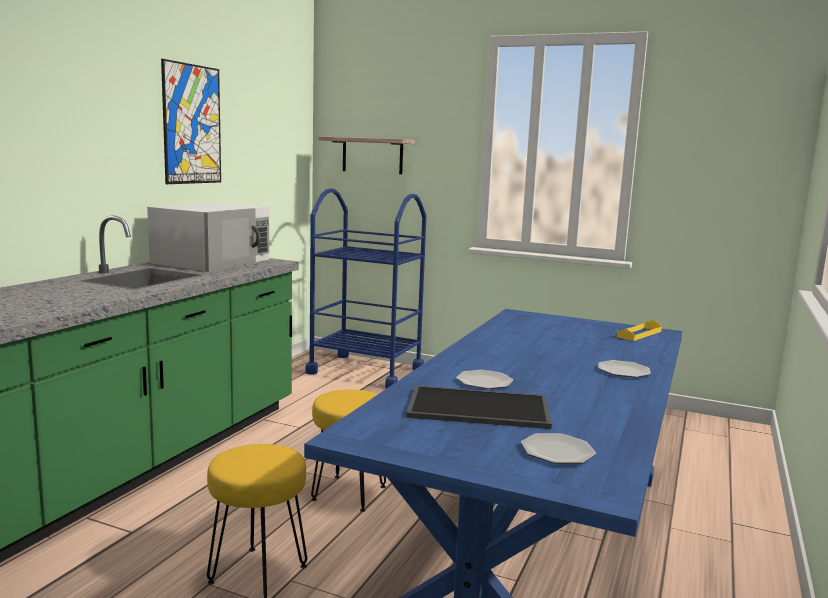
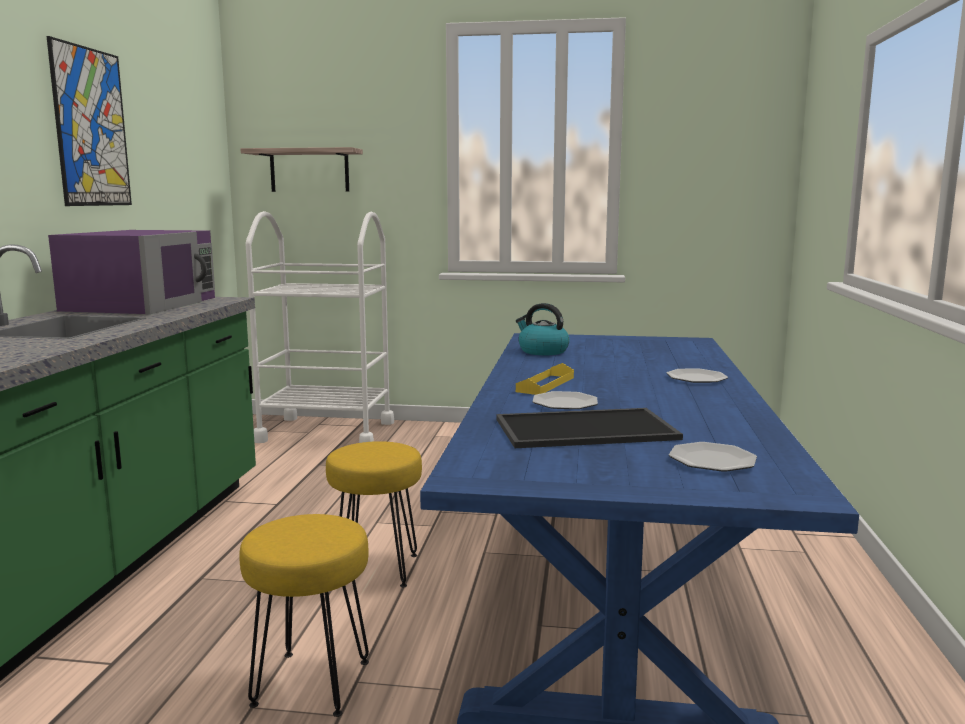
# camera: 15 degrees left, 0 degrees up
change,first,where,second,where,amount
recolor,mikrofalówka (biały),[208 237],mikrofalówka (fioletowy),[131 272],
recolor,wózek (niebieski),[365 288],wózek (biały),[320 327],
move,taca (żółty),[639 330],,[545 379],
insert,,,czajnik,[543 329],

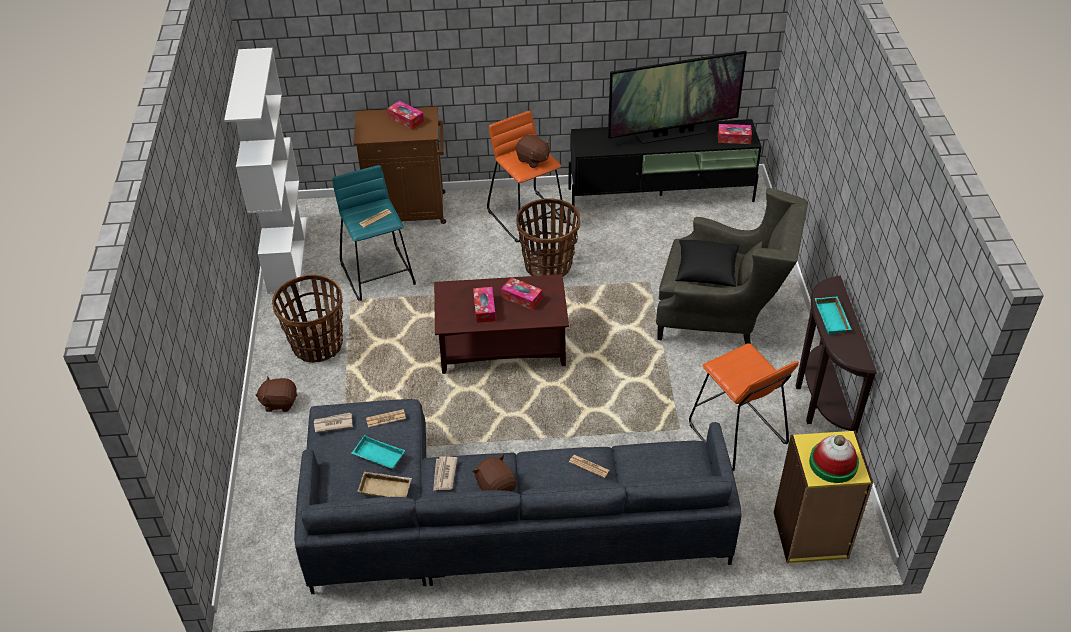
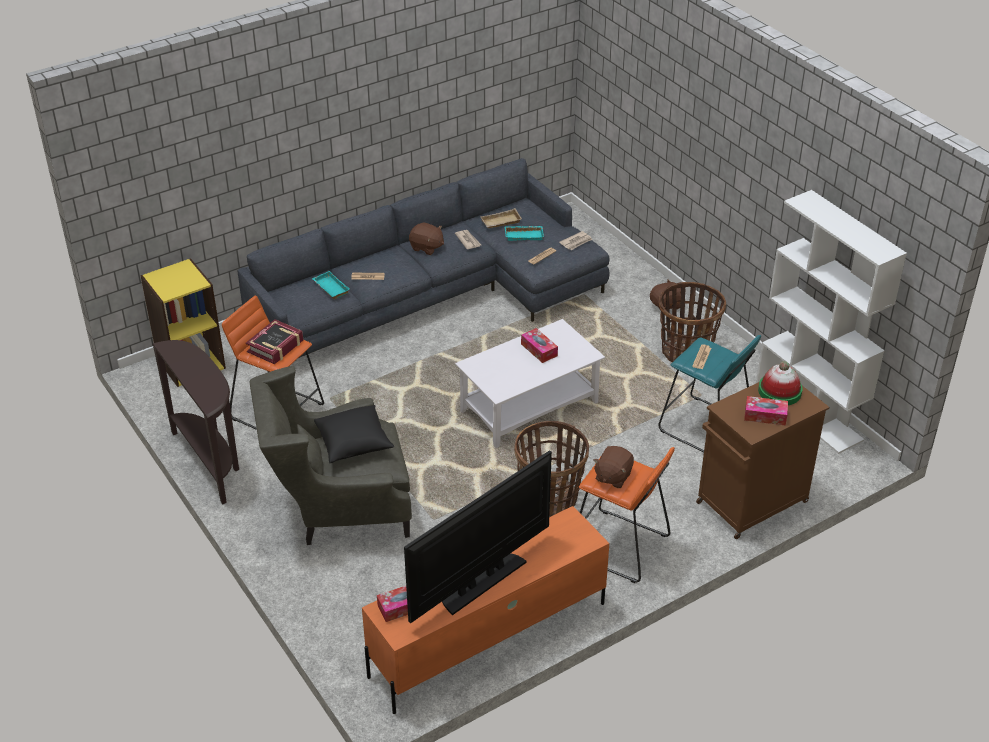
# camera: 150 degrees right, 5 degrees down
change,first,where,second,where,amount
recolor,ława (brązowy),[501 324],ława (biały),[530 383],
delete,pudełko chusteczek,[521 293],,,
rotate,pluszak (brązowy),[532 151],,[613 467],75 degrees counterclockwise
recolor,szafka pod telewizor (czarny),[665 166],szafka pod telewizor (pomarańczowy),[485 610],
move,kapelusz,[834 459],,[780 383],
move,taca (turkusowy),[833 315],,[331 285],
insert,,,książka,[274 341],

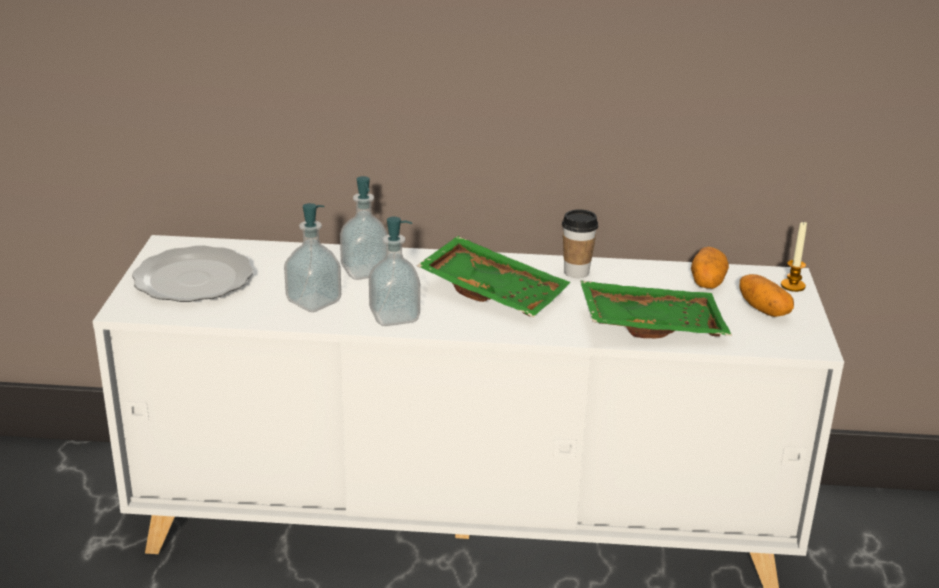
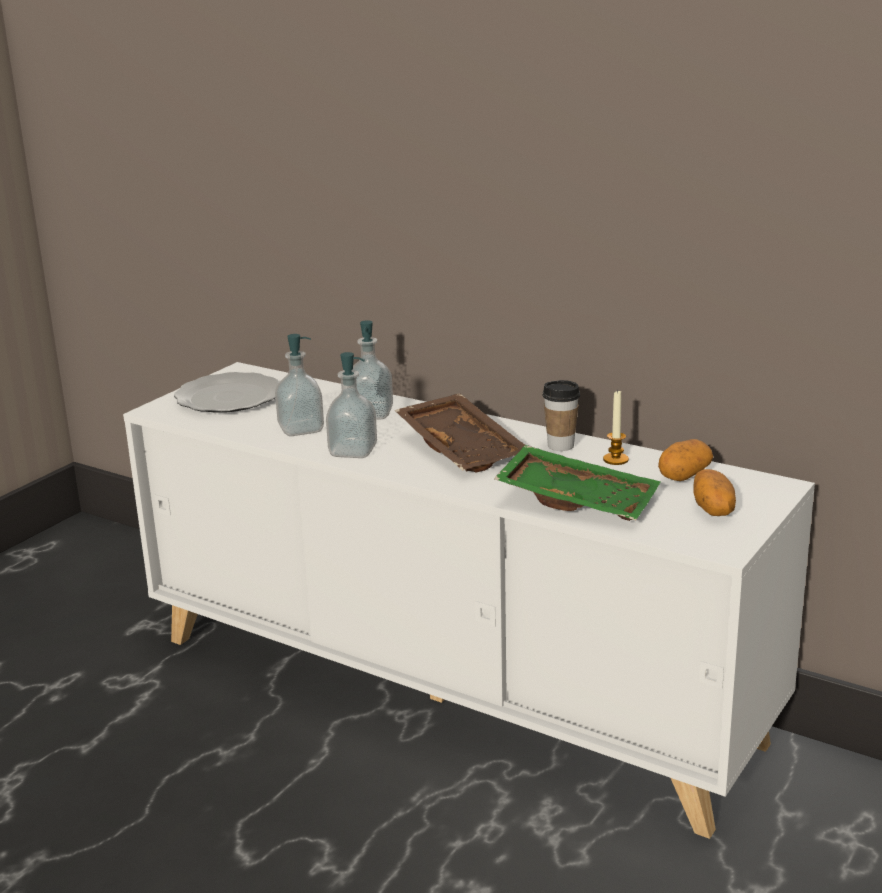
# camera: 30 degrees right, 5 degrees down
change,first,where,second,where,amount
recolor,taca (zielony),[494 276],taca (brązowy),[459 433],
move,świeca,[794 257],,[616 427],

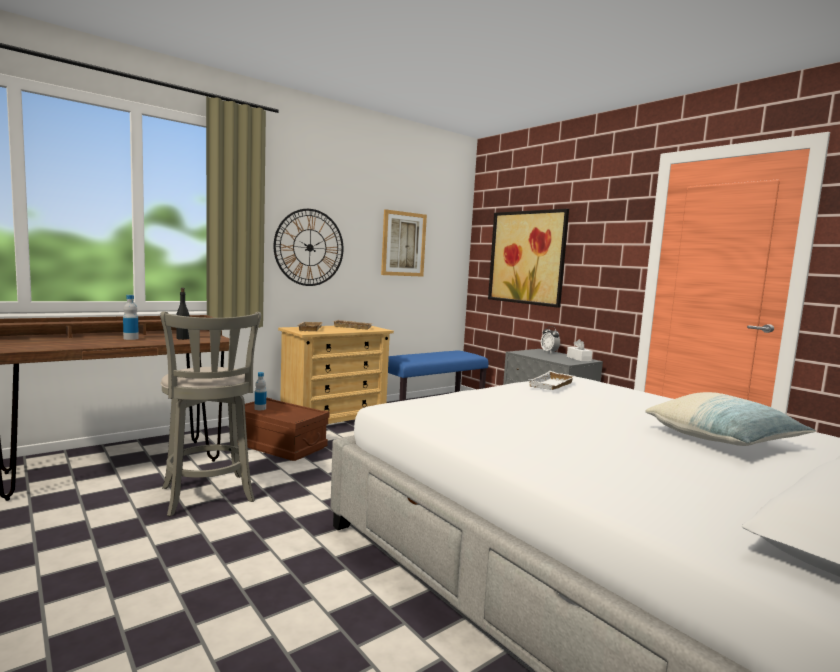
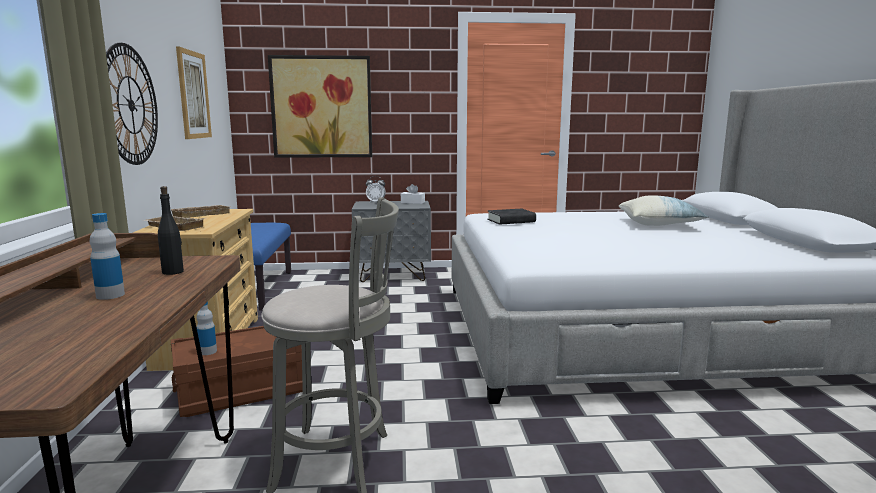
# camera: 55 degrees left, 5 degrees up
change,first,where,second,where,amount
replace,taca (biały),[552 380],książka (czarny),[511 216],

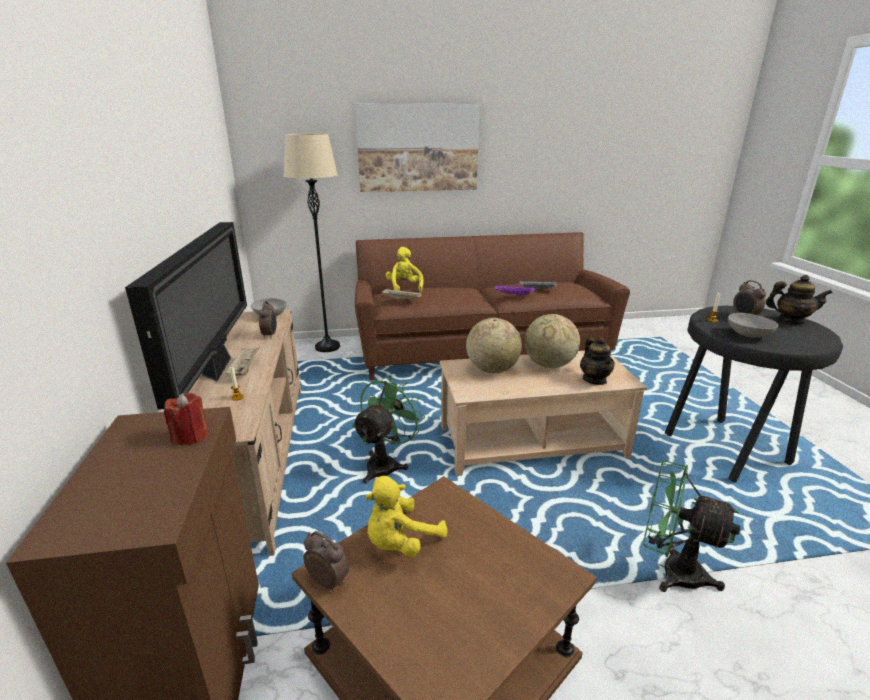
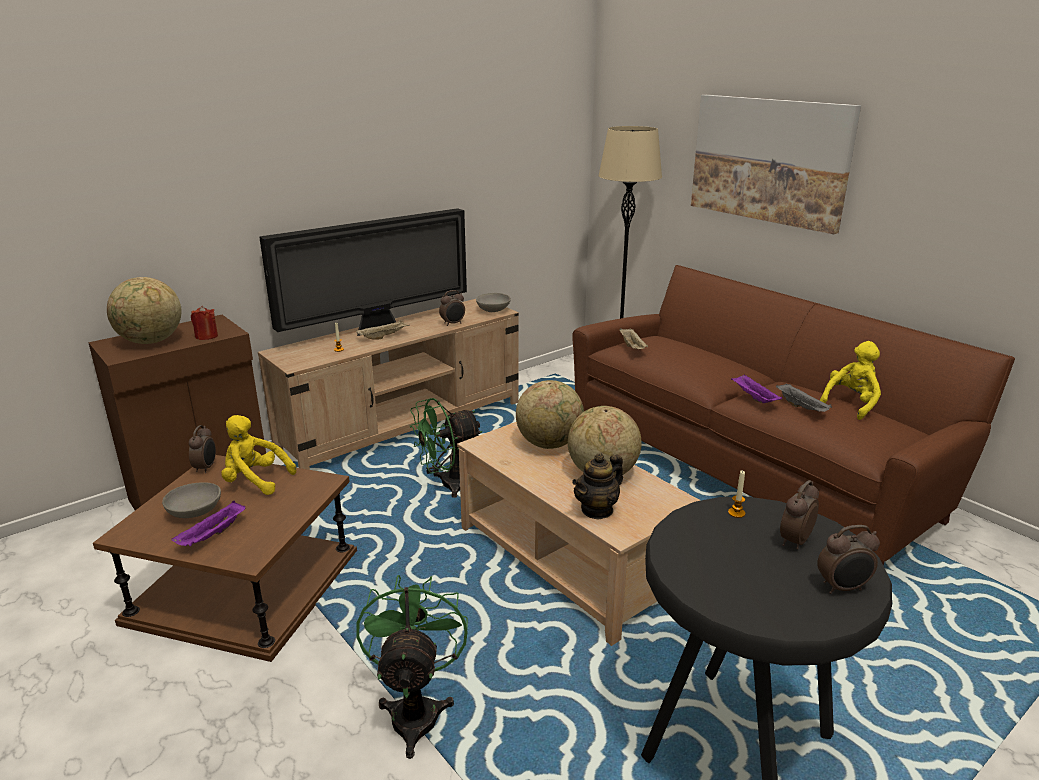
# camera: 60 degrees right, 0 degrees up
change,first,where,second,where,amount
rotate,wentylator (zielony),[388 429],,[446 448],150 degrees clockwise
move,pluszak (żółty),[404 269],,[850 380],
move,miska (szary),[753 325],,[191 500],
replace,imbryk,[799 299],budzik,[848 559],
insert,,,globus,[144 310],
insert,,,taca (fioletowy),[208 523],

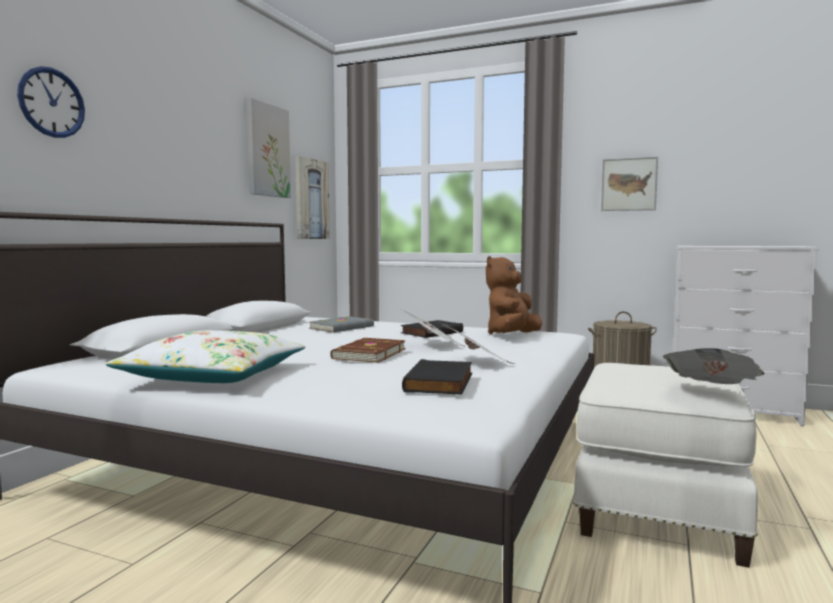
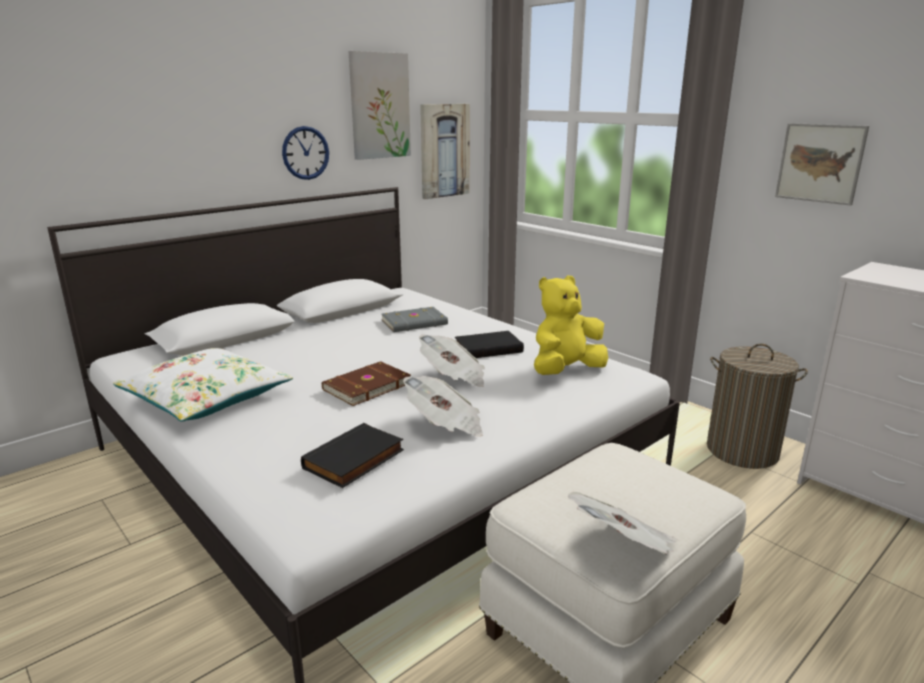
# camera: 25 degrees right, 15 degrees up
change,first,where,second,where,amount
move,zegar ścienny,[51 102],,[305 153],
recolor,pluszak (brązowy),[514 295],pluszak (żółty),[571 325],

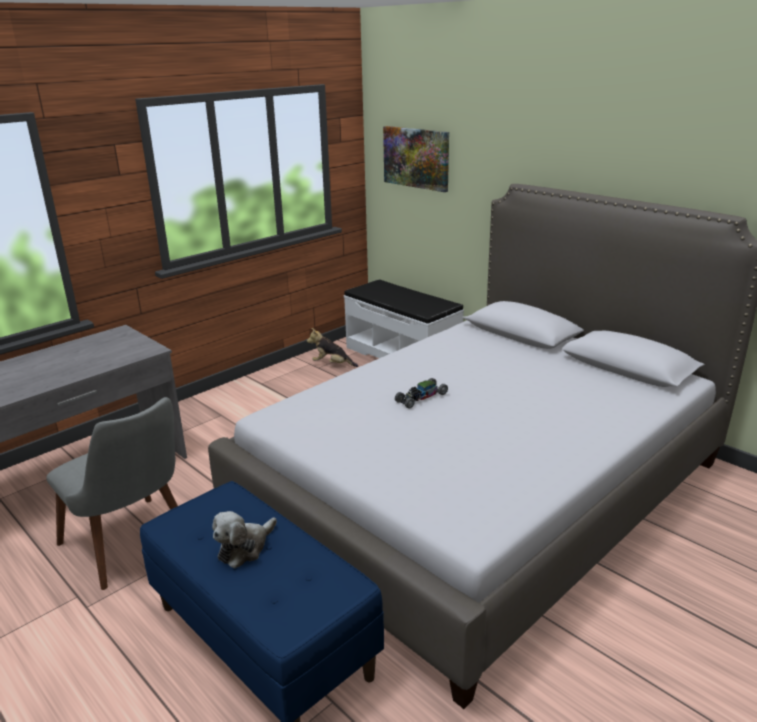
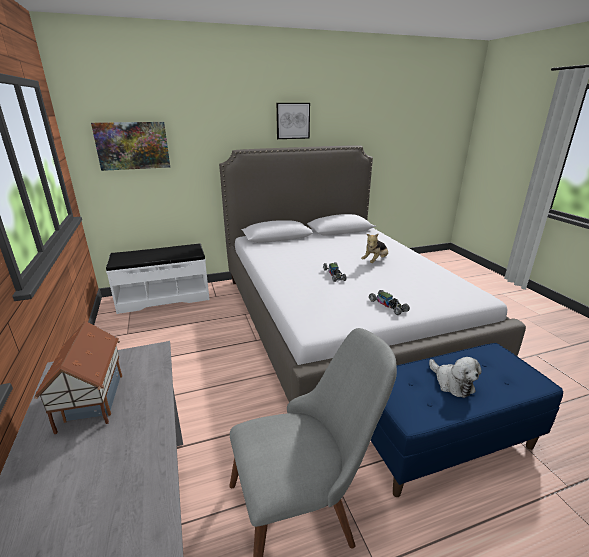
# camera: 65 degrees left, 0 degrees up
change,first,where,second,where,amount
move,pluszak,[332 347],,[374 248],
insert,,,domek,[78 377],
insert,,,obraz,[293 121],
insert,,,samochodzik,[389 302],

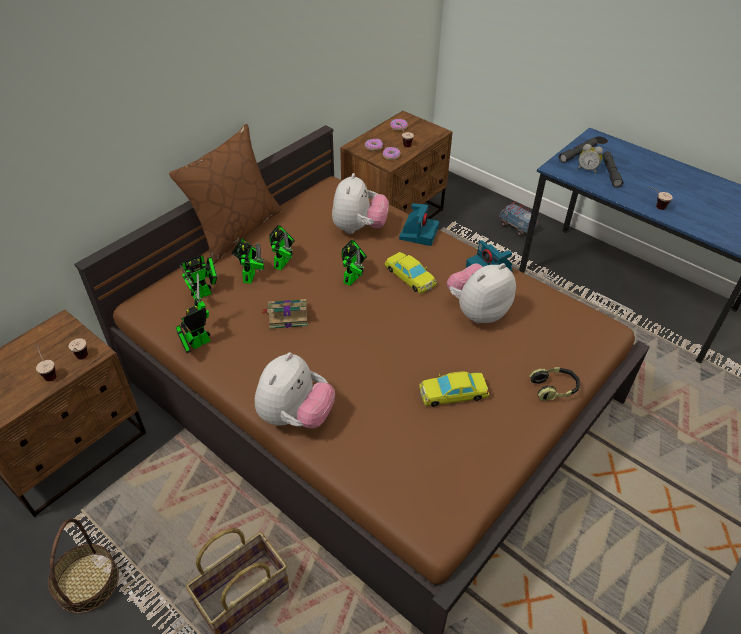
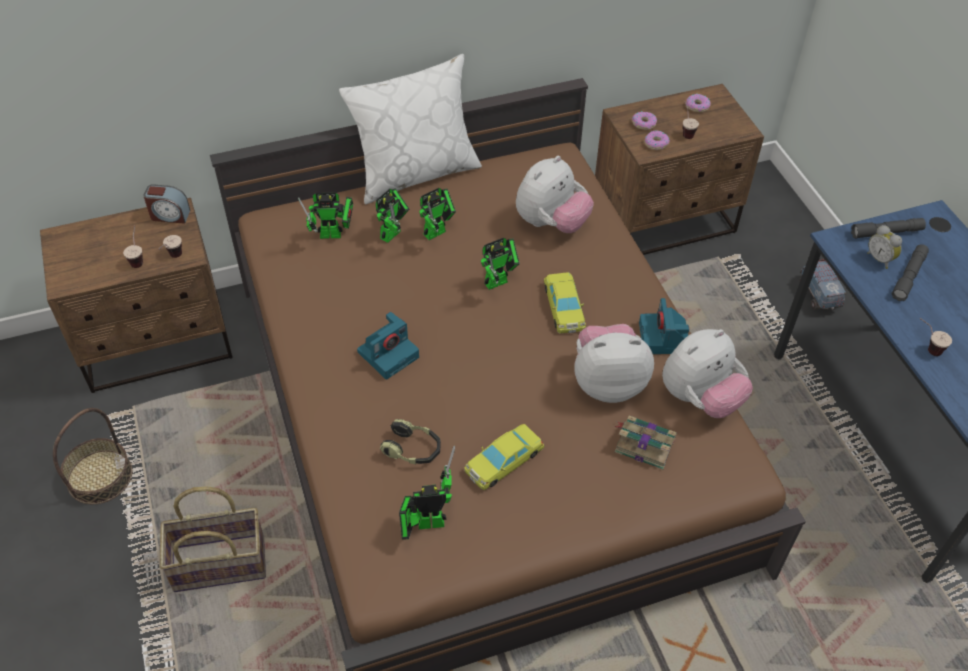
# camera: 30 degrees right, 5 degrees up
change,first,where,second,where,amount
recolor,poduszka (brązowy),[225 194],poduszka (biały),[410 129],
move,robot zabawkowy,[193 313],,[427 493],
move,pluszak,[295 390],,[707 373],
move,książka,[285 314],,[646 443],
move,aparat fotograficzny,[419 224],,[388 346],
rotate,samochodzik (żółty),[454 389],,[504 457],60 degrees counterclockwise
move,słuchawki,[555 384],,[410 441],
insert,,,budzik,[166 204],

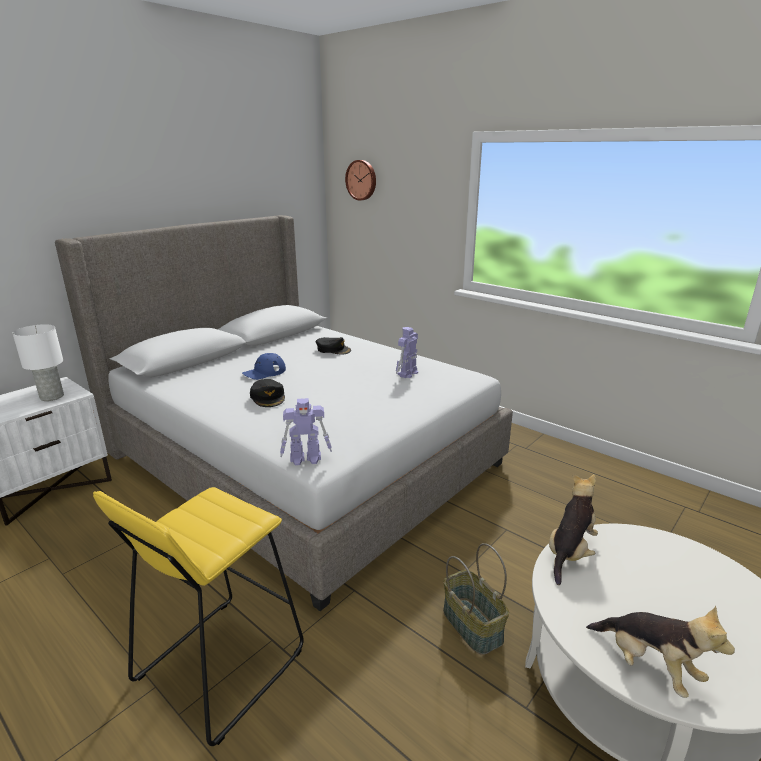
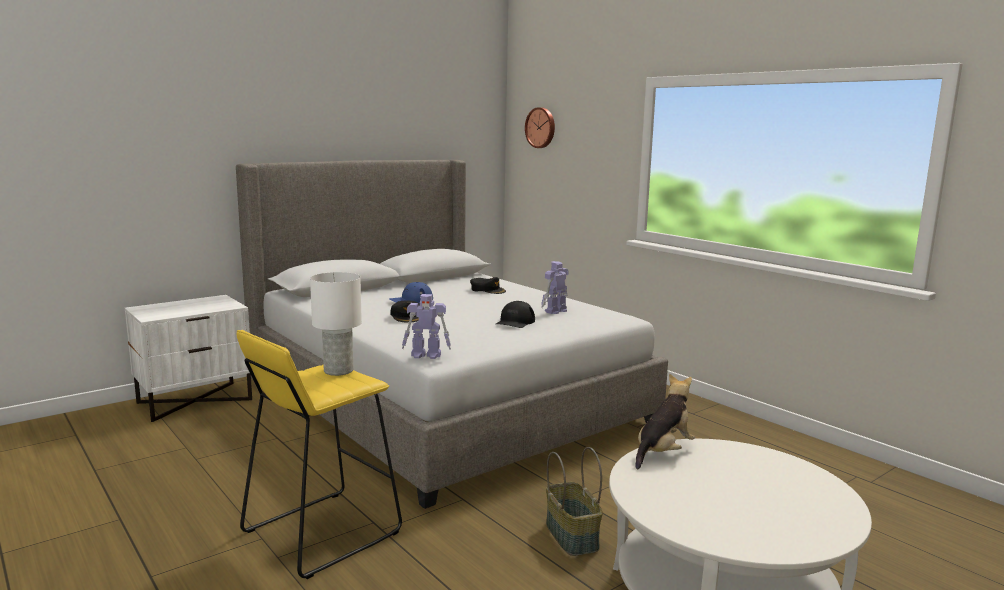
# camera: 10 degrees right, 10 degrees down
change,first,where,second,where,amount
move,lampa stołowa (biały),[38 362],,[336 324],
delete,pluszak,[660 652],,,
insert,,,czapka z daszkiem (czarny),[515 314],

